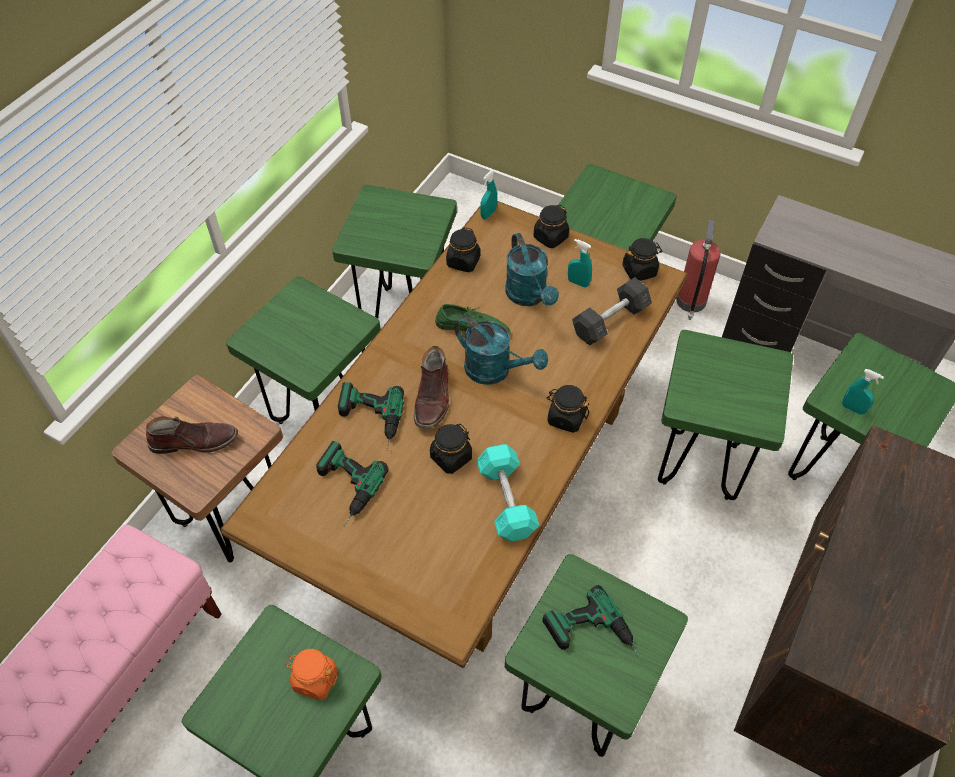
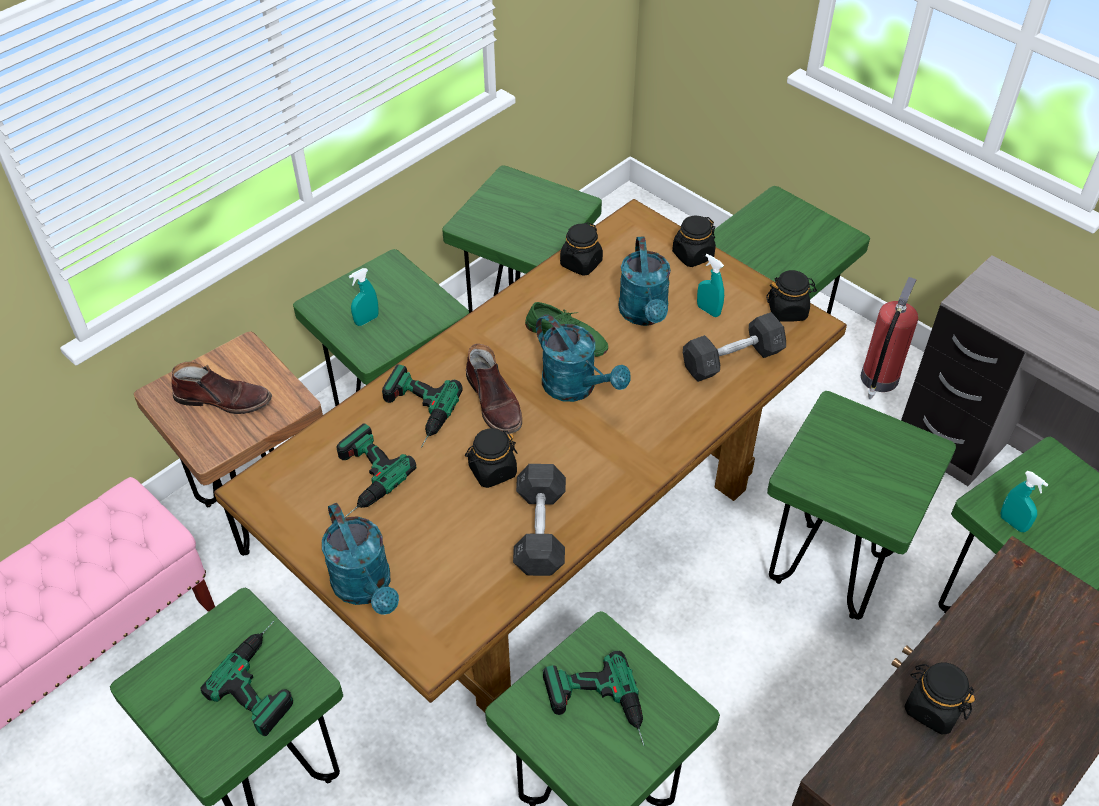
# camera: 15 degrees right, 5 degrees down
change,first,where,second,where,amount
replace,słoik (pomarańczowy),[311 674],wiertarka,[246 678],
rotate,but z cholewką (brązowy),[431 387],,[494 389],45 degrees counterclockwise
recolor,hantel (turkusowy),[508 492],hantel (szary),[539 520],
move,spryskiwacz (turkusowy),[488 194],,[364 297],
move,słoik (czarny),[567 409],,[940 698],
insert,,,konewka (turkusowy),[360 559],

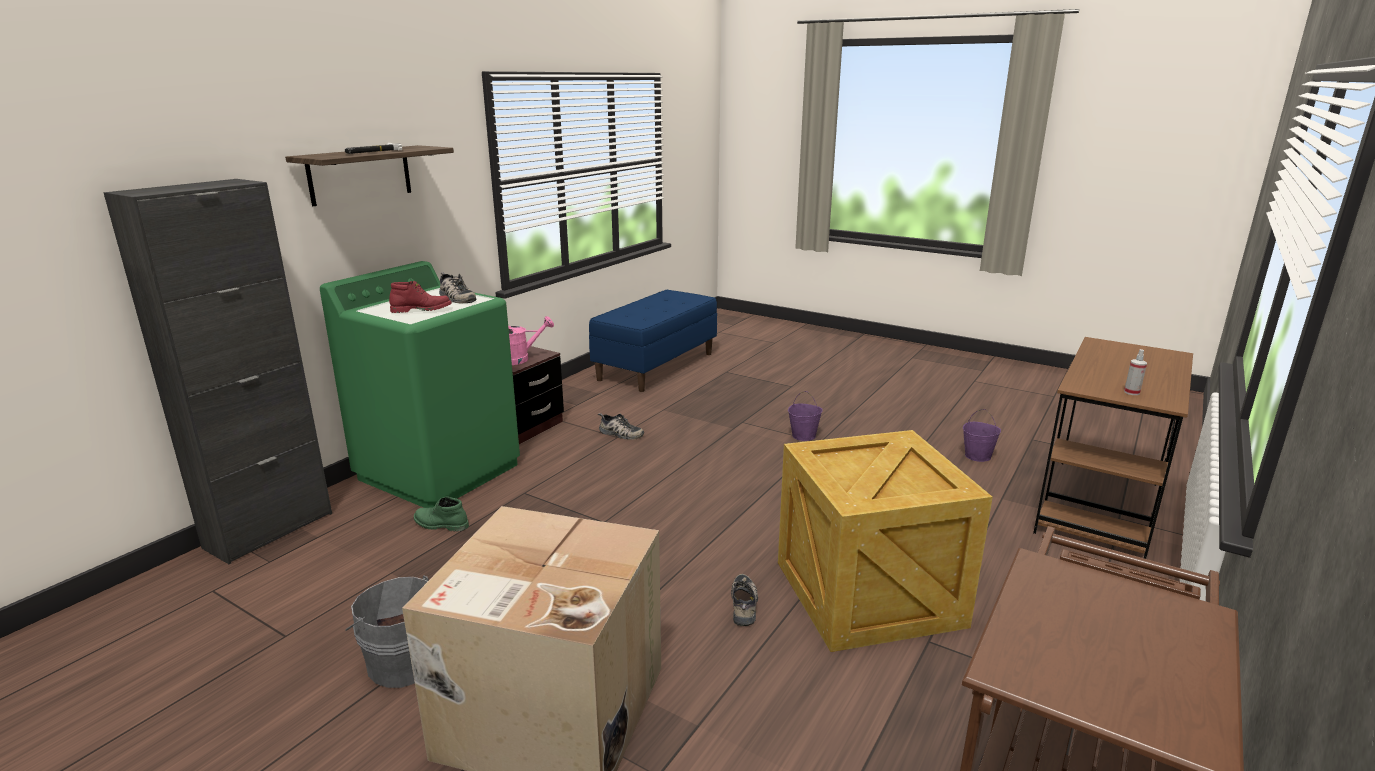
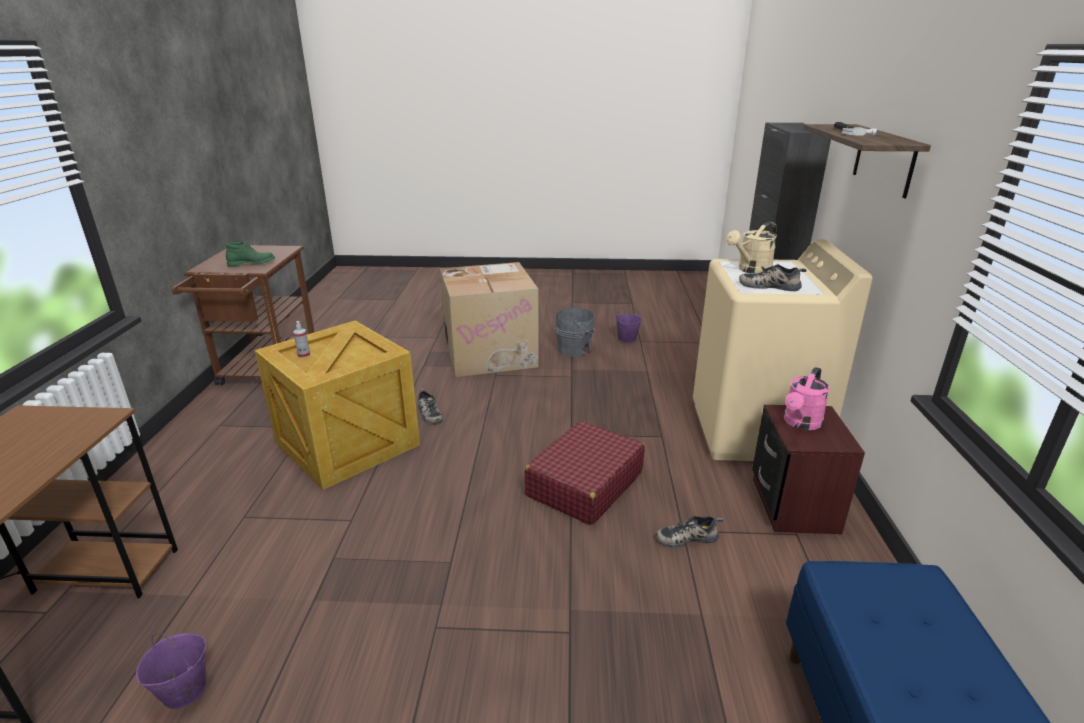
# camera: 150 degrees right, 5 degrees up
change,first,where,second,where,amount
recolor,pralka (zielony),[420 384],pralka (beżowy),[783 350],
replace,but z cholewką (czerwony),[420 297],konewka (beżowy),[751 248],
move,but z cholewką (zielony),[441 513],,[250 254],
move,wiadro (fioletowy),[805 416],,[629 323],
move,spryskiwacz,[1135 372],,[301 339],
insert,,,walizka (czerwony),[584 473],

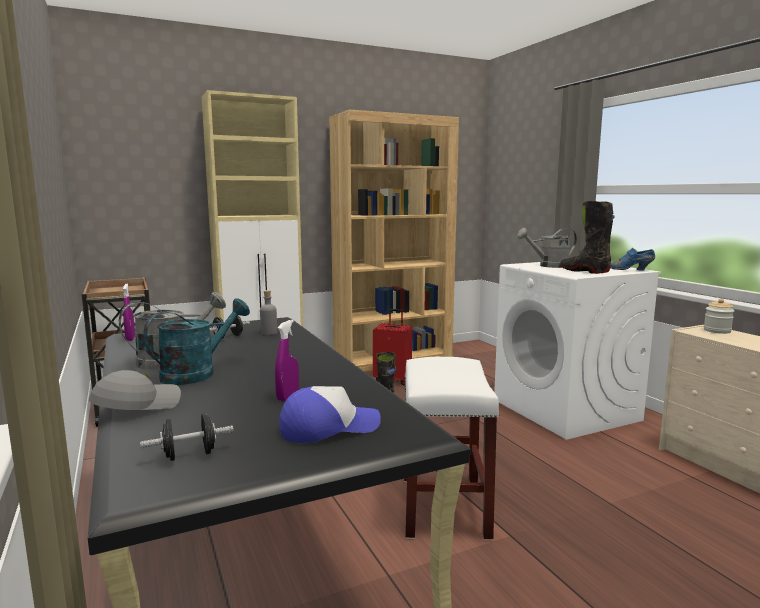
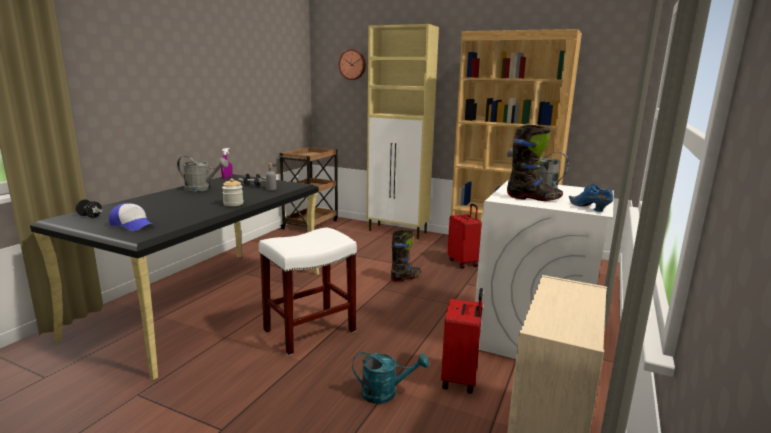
# camera: 50 degrees right, 5 degrees up
change,first,where,second,where,amount
delete,czapka z daszkiem (szary),[135 390],,,
move,konewka (turkusowy),[196 341],,[390 378],
delete,spryskiwacz (fioletowy),[287 360],,,
rotate,but z cholewką (czarny),[587 237],,[535 163],90 degrees clockwise
move,słoik,[719 316],,[233 192],
insert,,,zegar ścienny,[352 64],
insert,,,walizka (czerwony),[462 341],

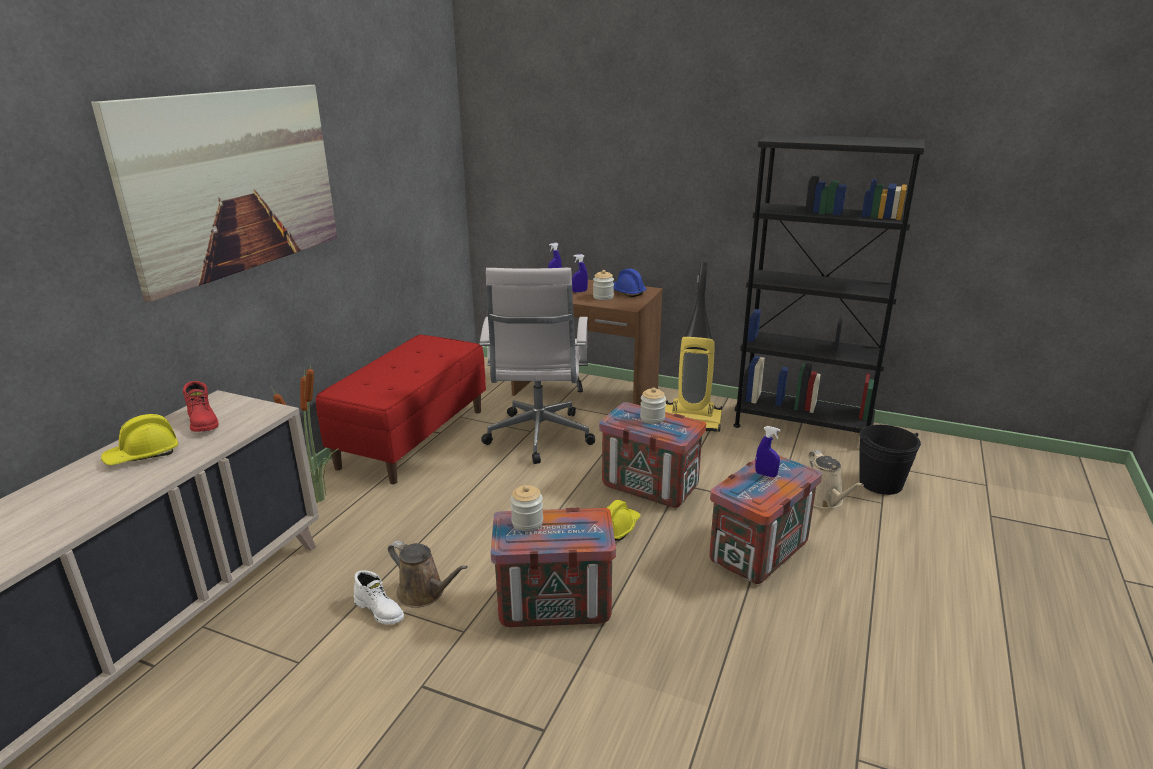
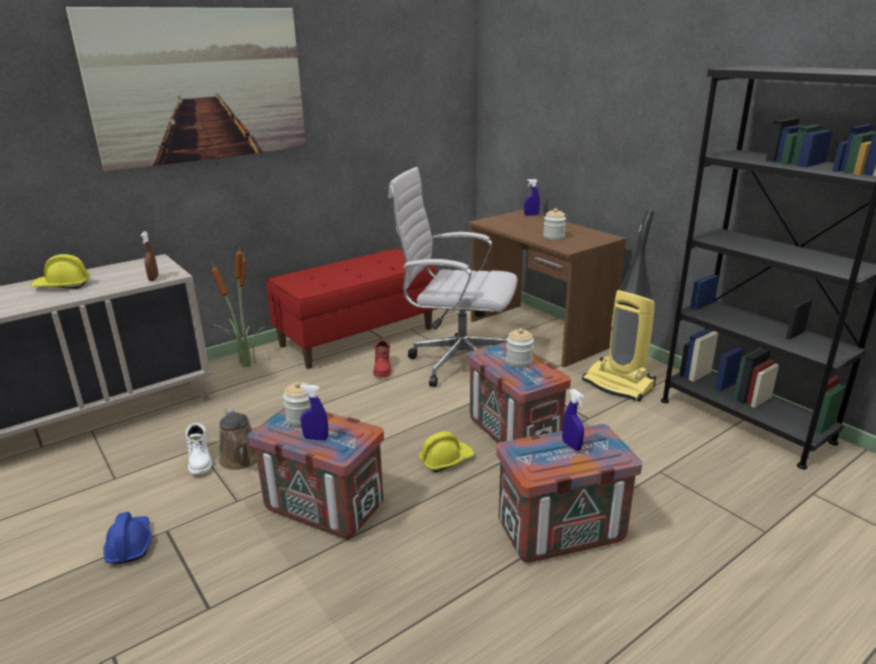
# camera: 30 degrees right, 0 degrees up
change,first,where,second,where,amount
move,but z cholewką (czerwony),[201 406],,[382 358],
rotate,krzesło biurowe (biały),[537 366],,[453 277],75 degrees clockwise
move,spryskiwacz (niebieski),[580 273],,[314 412],
move,kask (niebieski),[630 282],,[127 538],
delete,konewka (beżowy),[836 479],,,
delete,wiadro (czarny),[890 460],,,
insert,,,spryskiwacz (brązowy),[150 256],

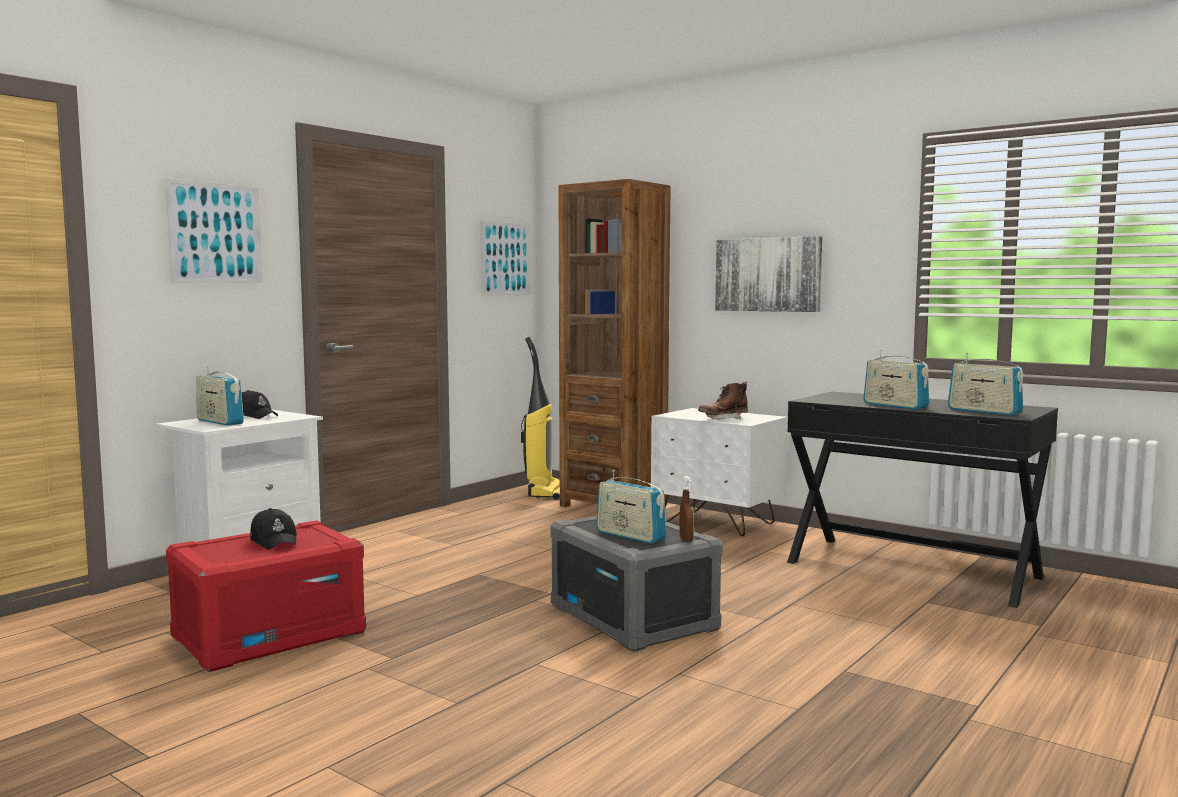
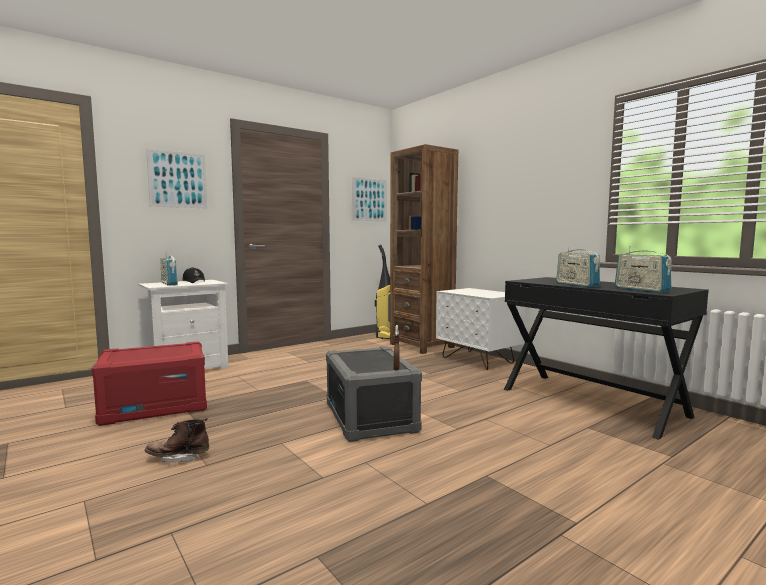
# camera: 15 degrees right, 0 degrees up
change,first,where,second,where,amount
delete,czapka z daszkiem (czarny),[273 528],,,
delete,radio,[631 507],,,
move,but z cholewką (brązowy),[723 401],,[177 440],
delete,obraz,[768 274],,,

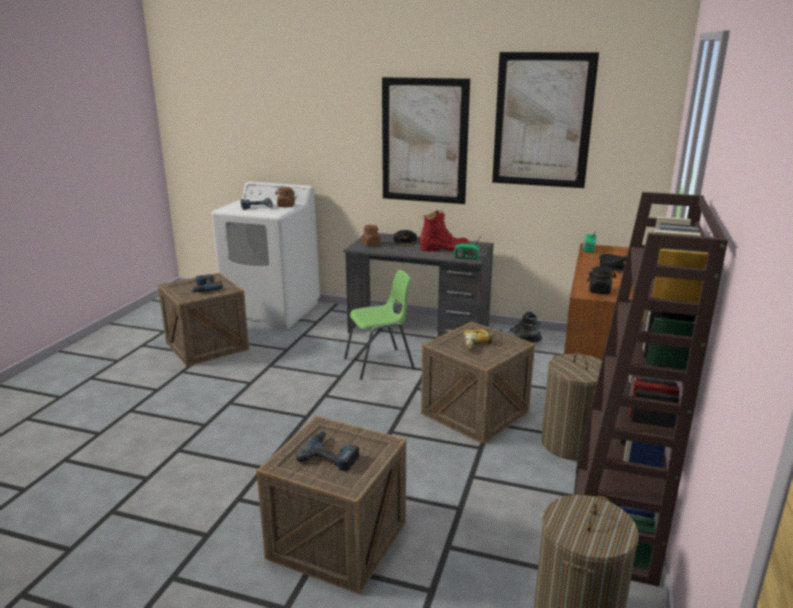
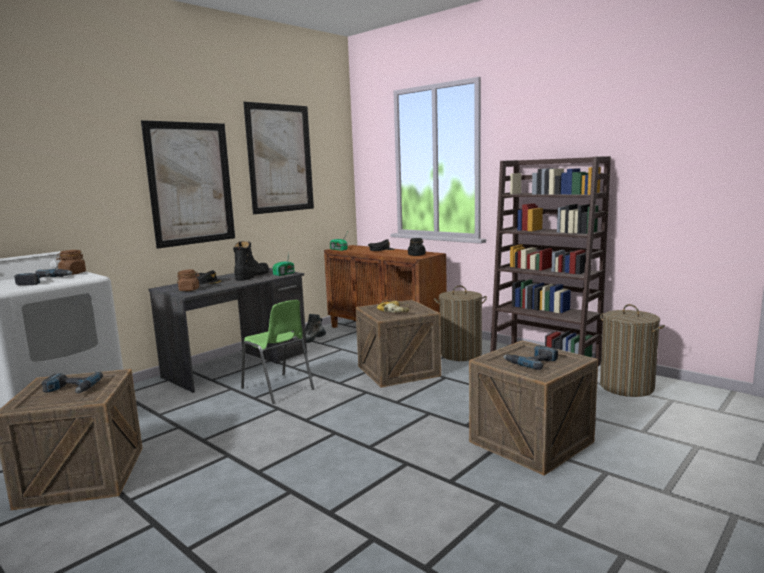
# camera: 65 degrees left, 10 degrees down
change,first,where,second,where,amount
rotate,krzesło (zielony),[379 325],,[277 352],135 degrees clockwise
recolor,but z cholewką (czerwony),[444 231],but z cholewką (czarny),[251 261],

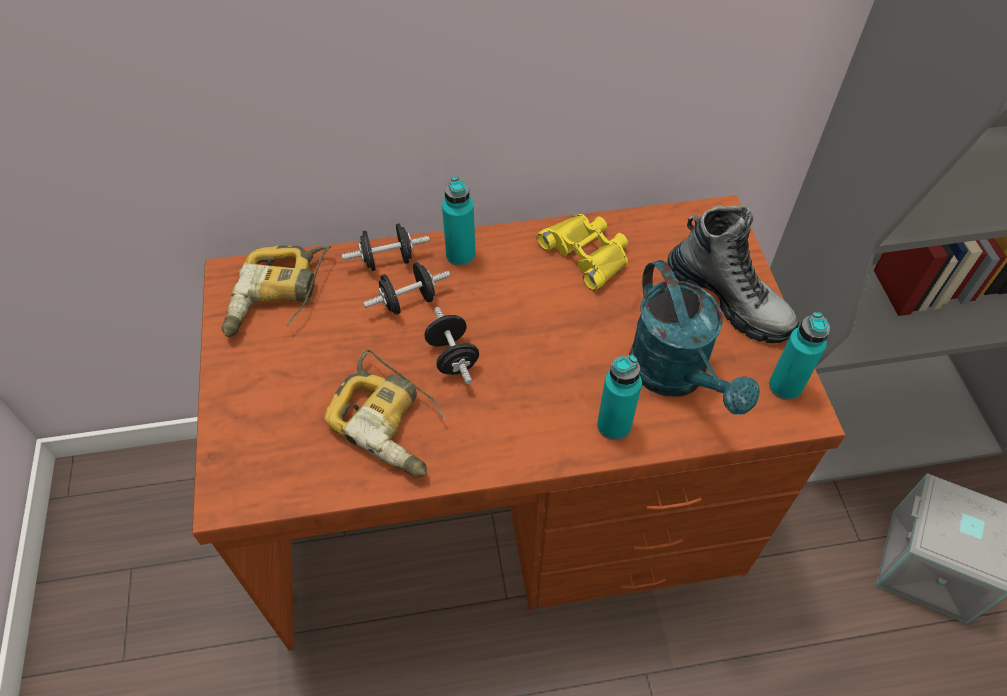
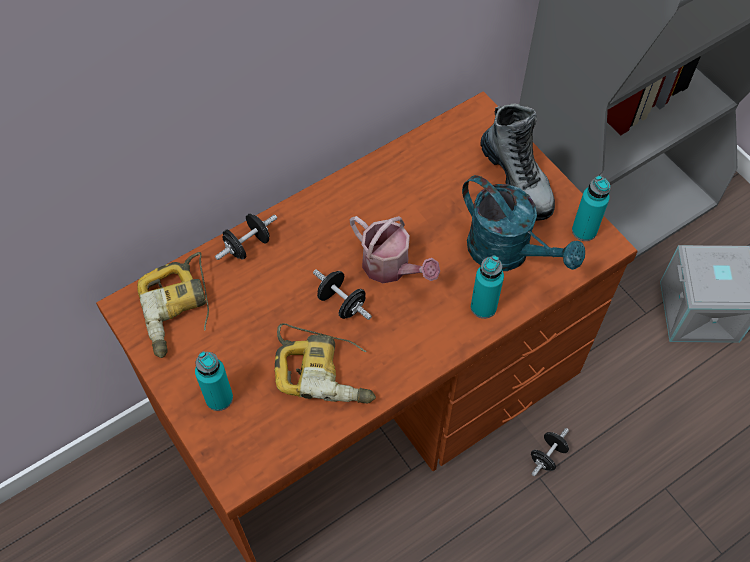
# camera: 25 degrees left, 5 degrees up
change,first,where,second,where,amount
move,hantel (czarny),[406 288],,[550 452],
move,butelka (turkusowy),[459 221],,[214 381],
delete,lornetka (żółty),[582 252],,,
rotate,but z cholewką,[733 274],,[517 162],45 degrees clockwise
insert,,,konewka,[394 249],

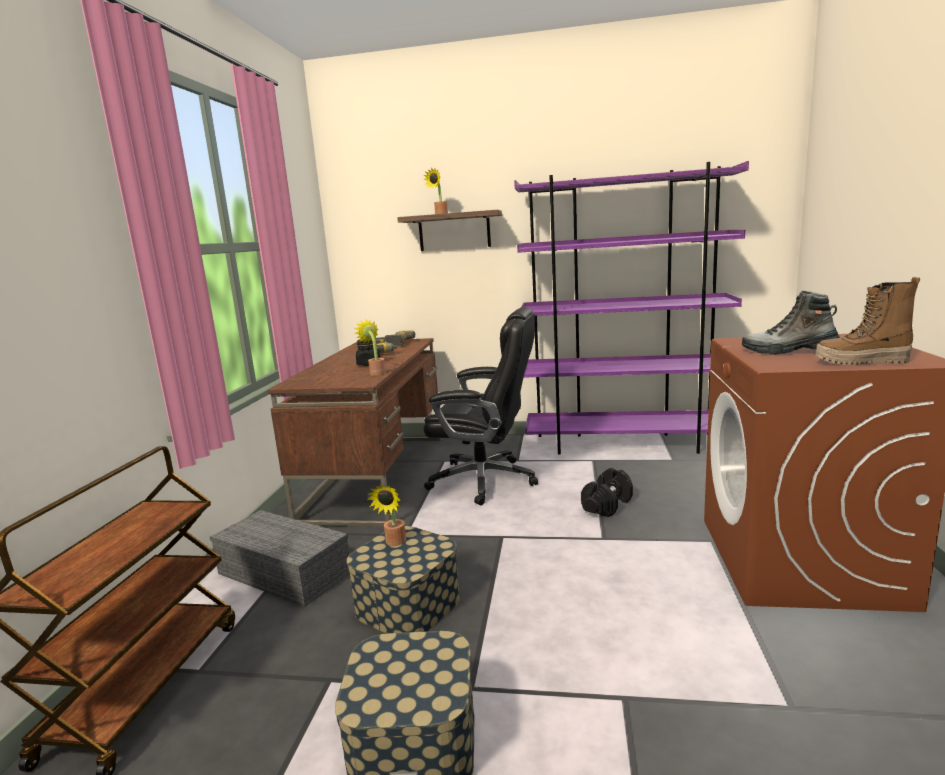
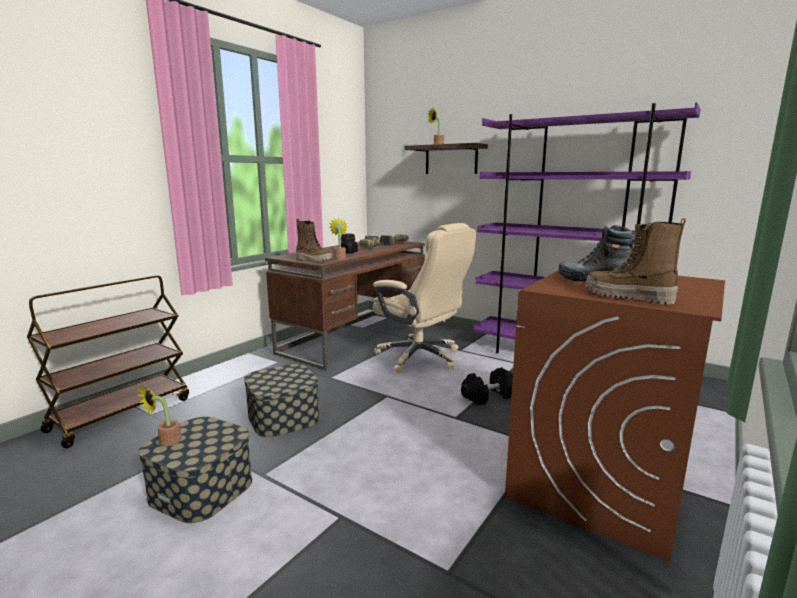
# camera: 25 degrees right, 0 degrees up
change,first,where,second,where,amount
delete,pojemnik do przechowywania (szary),[279 558],,,
move,roślina doniczkowa,[386 515],,[159 415],
recolor,krzesło biurowe (czarny),[481 406],krzesło biurowe (beżowy),[424 298],
insert,,,but z cholewką,[314 240],

